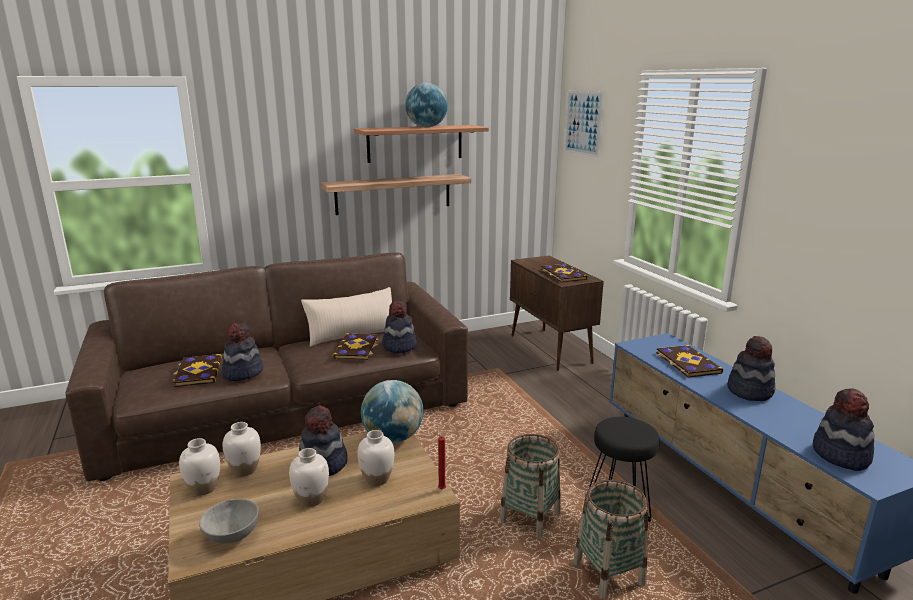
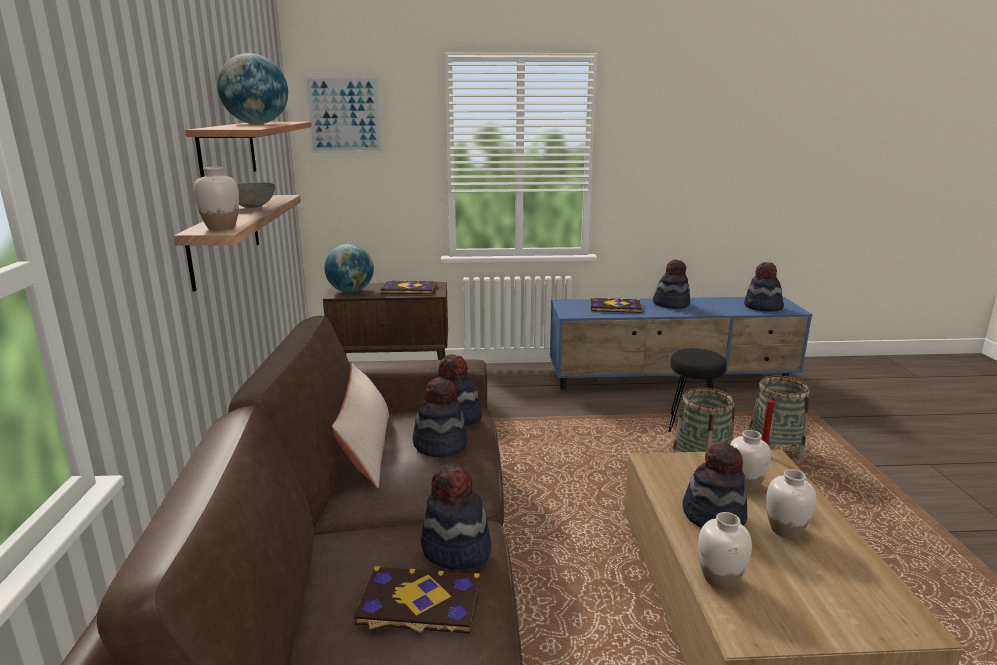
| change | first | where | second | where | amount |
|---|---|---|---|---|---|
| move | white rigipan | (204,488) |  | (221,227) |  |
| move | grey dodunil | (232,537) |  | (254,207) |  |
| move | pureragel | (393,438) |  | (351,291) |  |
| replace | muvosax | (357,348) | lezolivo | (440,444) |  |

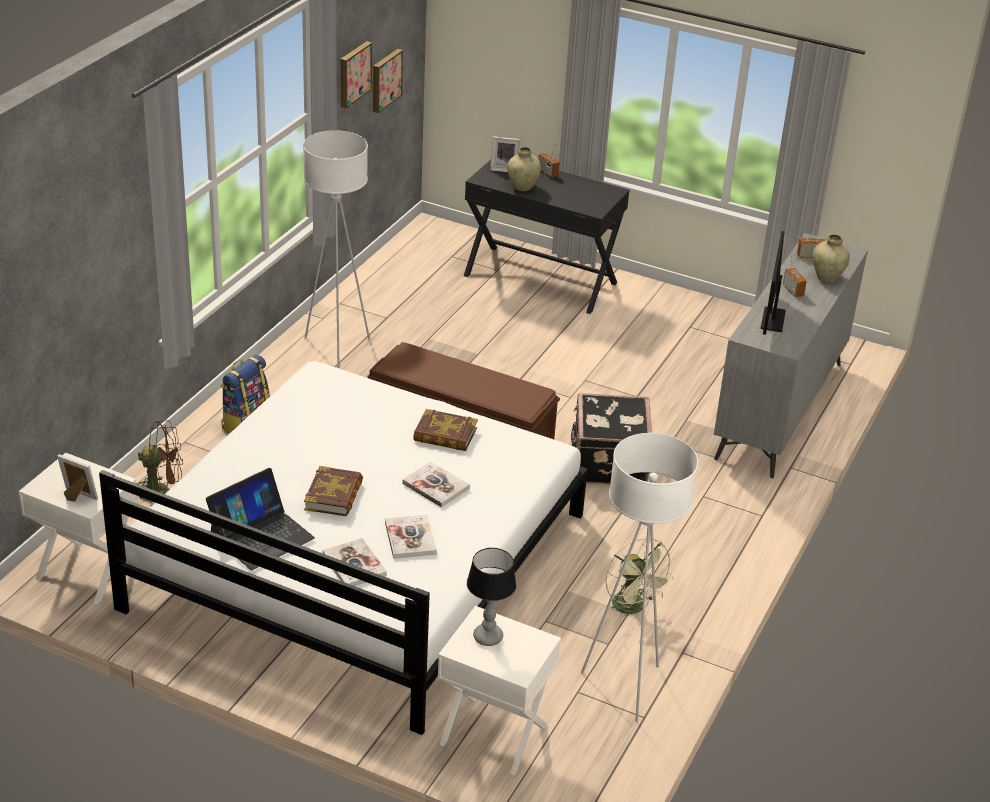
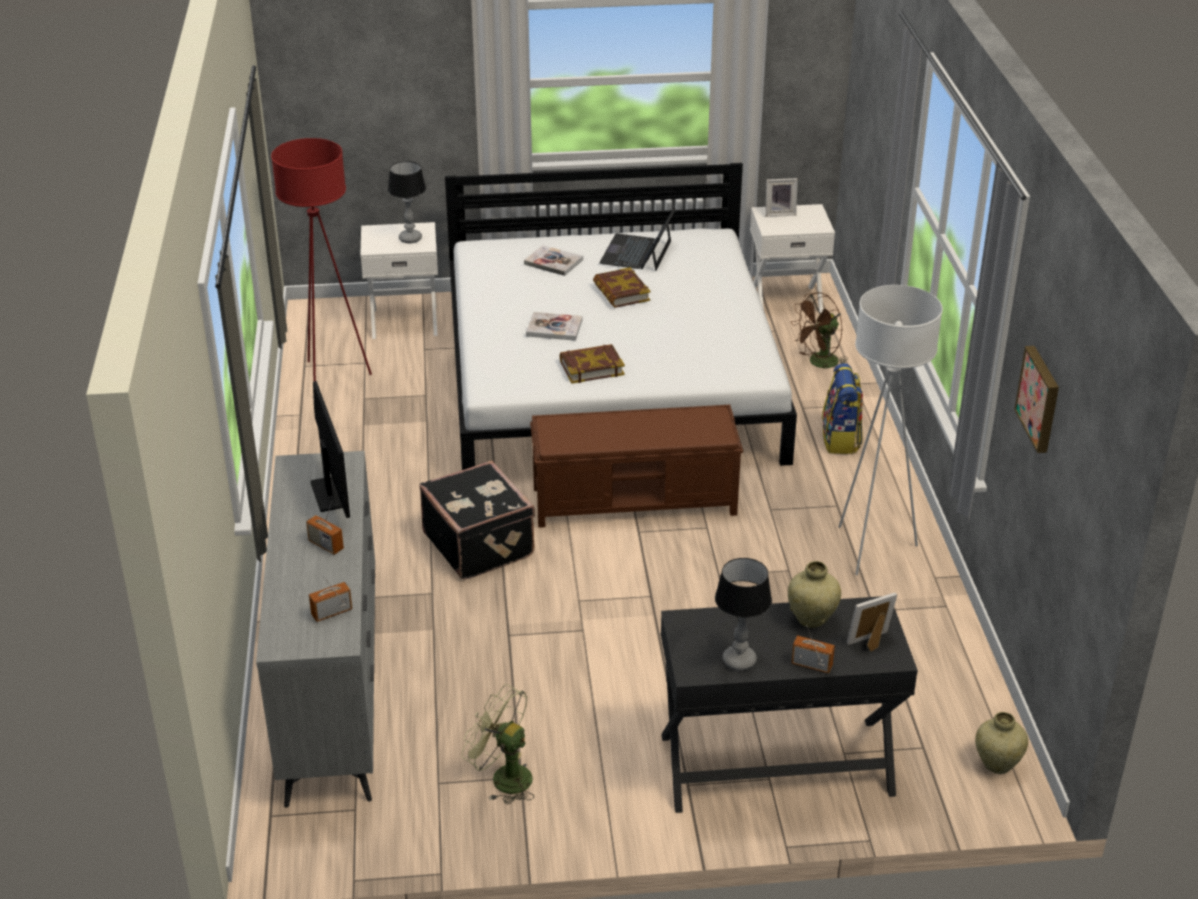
| change | first | where | second | where | amount |
|---|---|---|---|---|---|
| delete | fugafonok | (385,80) |  |  |  |
| delete | muvosax | (410,538) |  |  |  |
| insert |  |  | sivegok | (738,660) |  |
| move | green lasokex | (633,608) |  | (503,777) |  |
| move | beige rigipan | (826,277) |  | (997,764) |  |
| recolor | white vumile | (625,687) | red vumile | (331,377) |  |

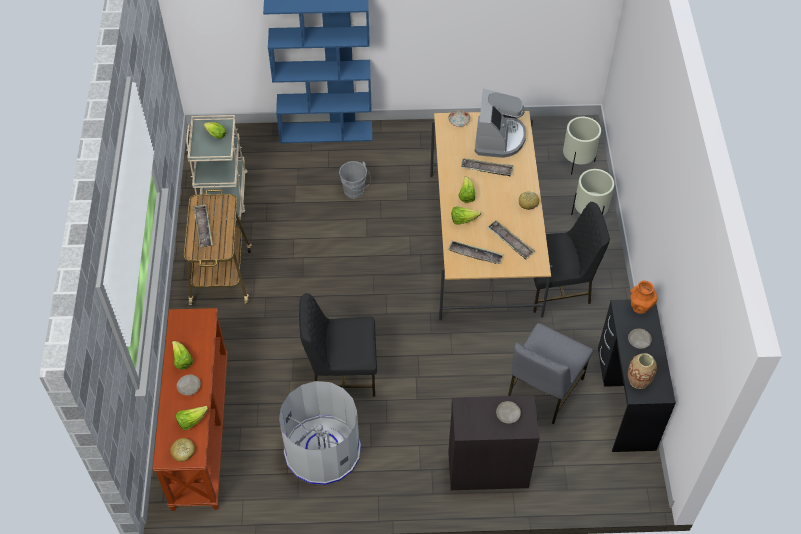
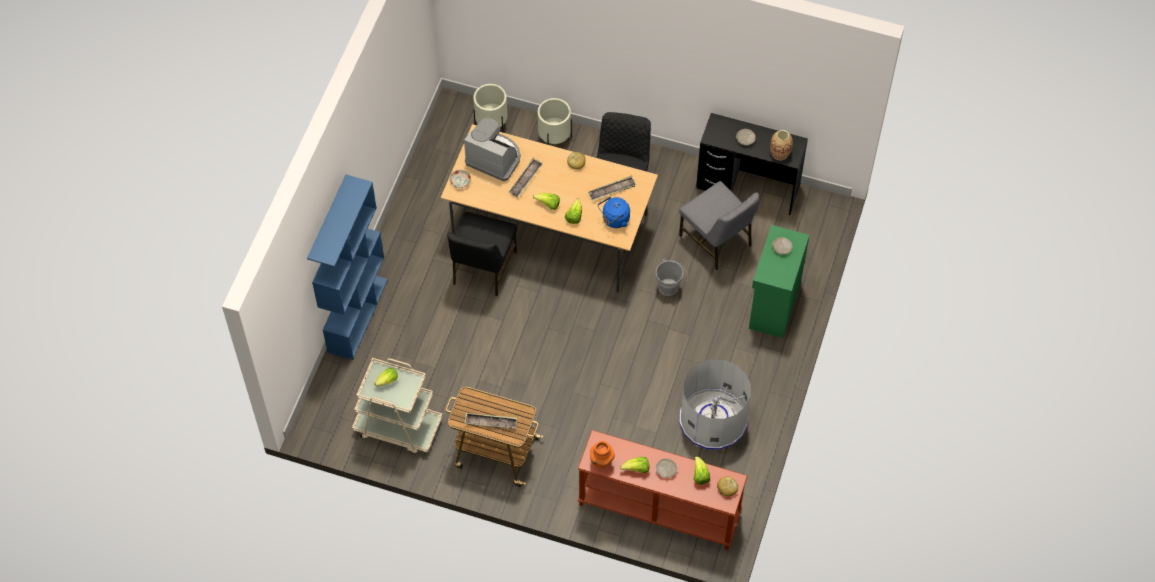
| change | first | where | second | where | amount |
|---|---|---|---|---|---|
| move | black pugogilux | (342,372) |  | (483,268) |  |
| move | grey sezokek | (355,192) |  | (670,286) |  |
| move | orange rigipan | (639,308) |  | (601,462) |  |
| replace | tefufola | (475,254) | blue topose | (614,220) |  |
| recolor | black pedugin | (487,468) | green pedugin | (773,306) |  |

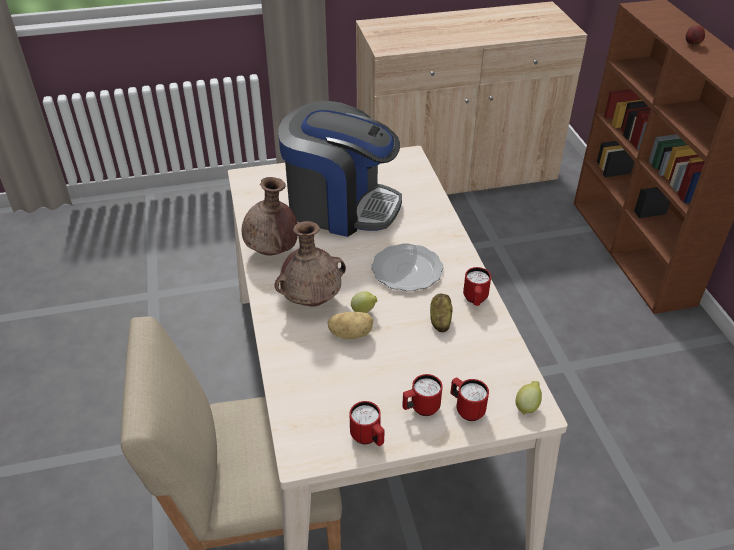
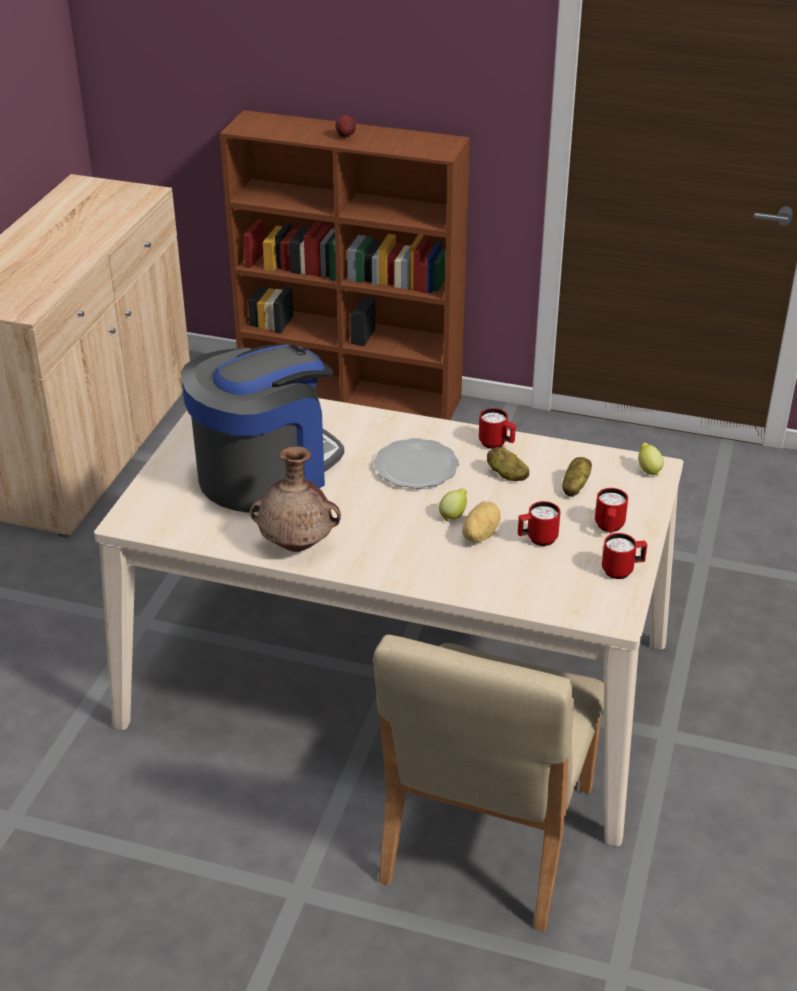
| change | first | where | second | where | amount |
|---|---|---|---|---|---|
| delete | brown rigipan | (312,300) |  |  |  |
| insert |  |  | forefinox | (574,487) |  |
| move | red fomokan | (466,409) |  | (537,539) |  |

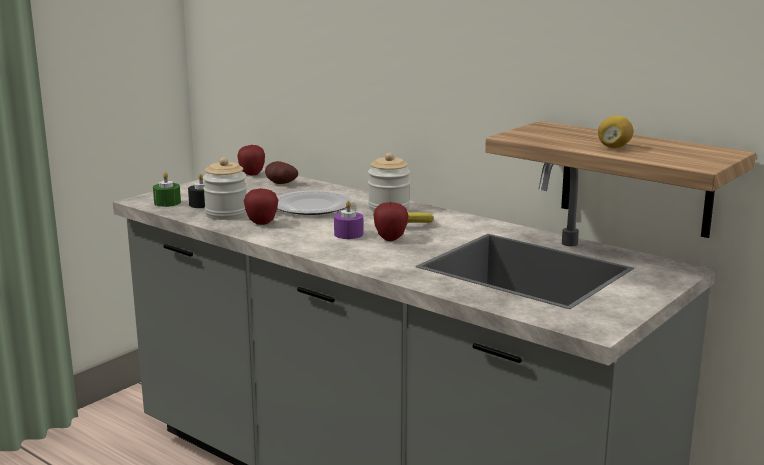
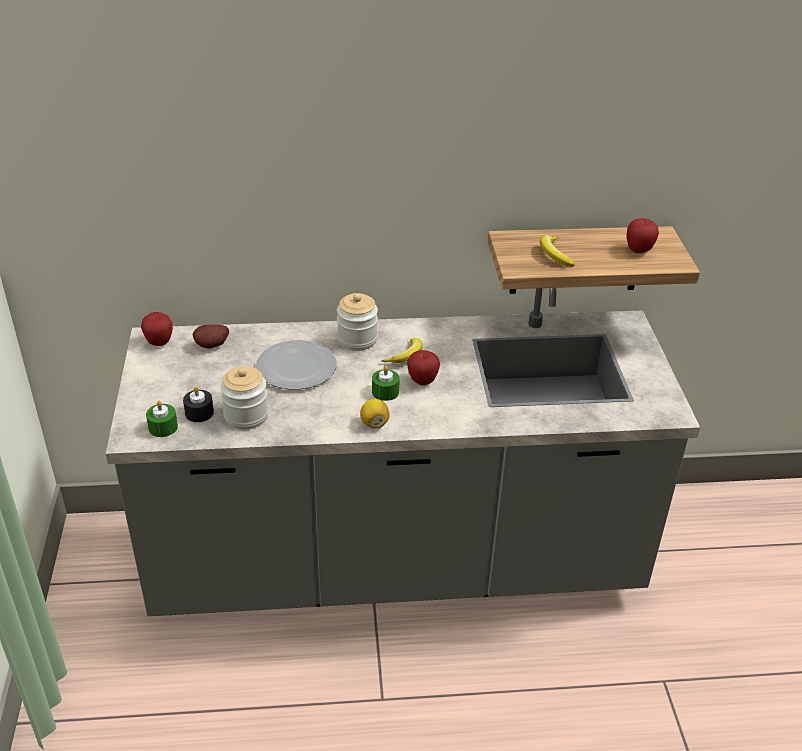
| change | first | where | second | where | amount |
|---|---|---|---|---|---|
| insert |  |  | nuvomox | (554,255) |  |
| move | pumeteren | (262,223) |  | (638,250) |  |
| move | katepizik | (614,147) |  | (374,423) |  |
| recolor | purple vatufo | (348,234) | green vatufo | (385,392) |  |

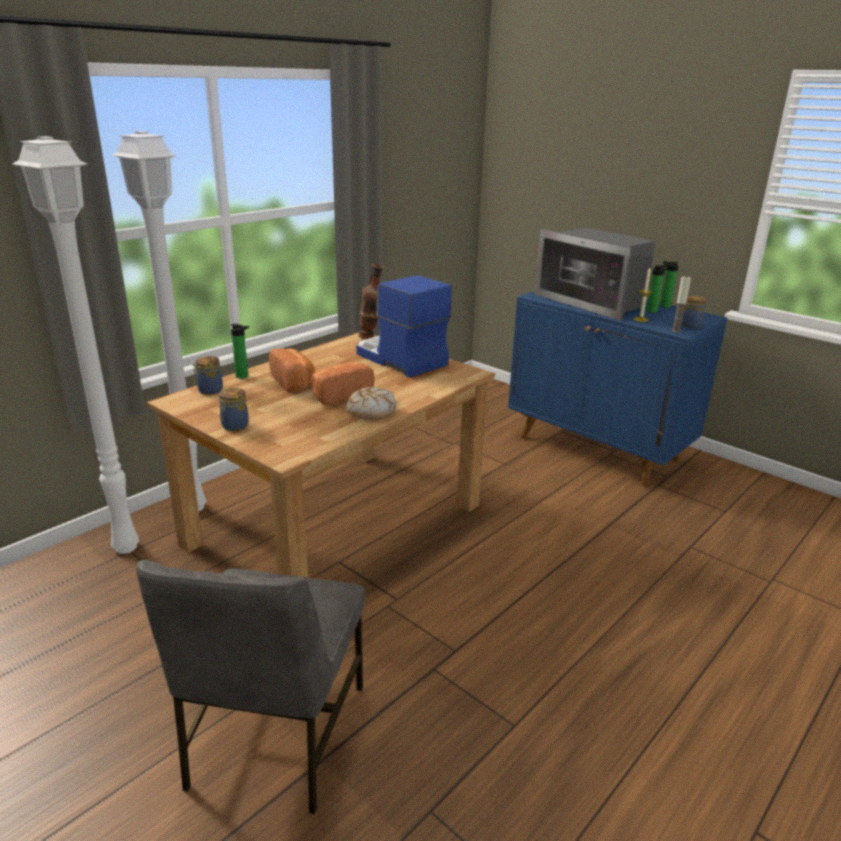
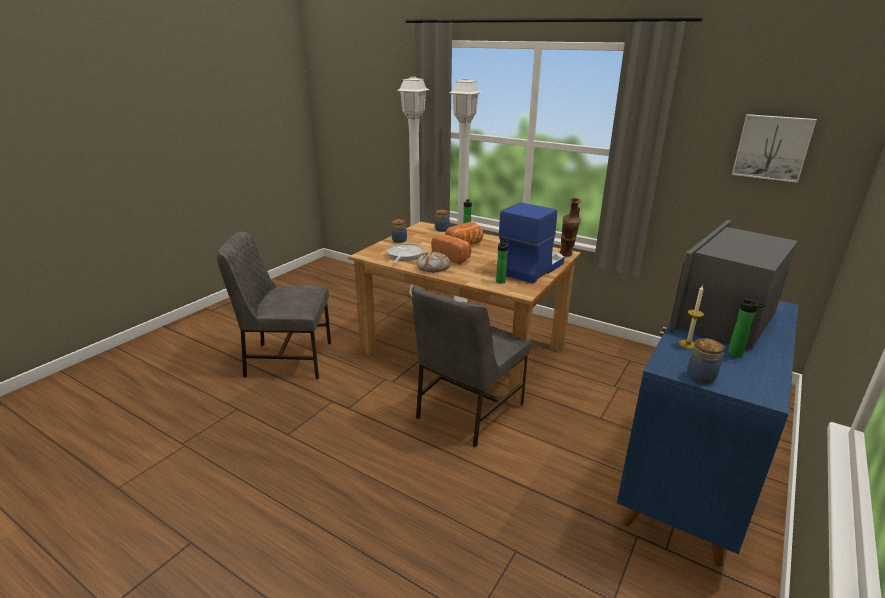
| change | first | where | second | where | amount |
|---|---|---|---|---|---|
| delete | vatufo | (676,330) |  |  |  |
| insert |  |  | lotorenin | (404,255) |  |
| insert |  |  | grey pugogilux | (467,411) |  |
| insert |  |  | fugafonok | (772,147) |  |
| move | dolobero | (663,306) |  | (501,281) |  |

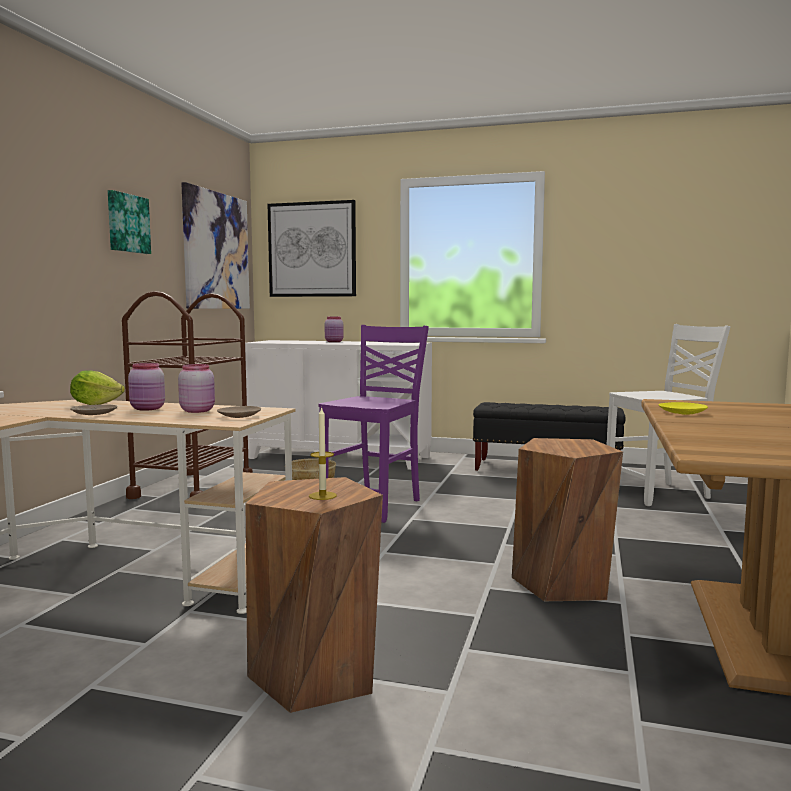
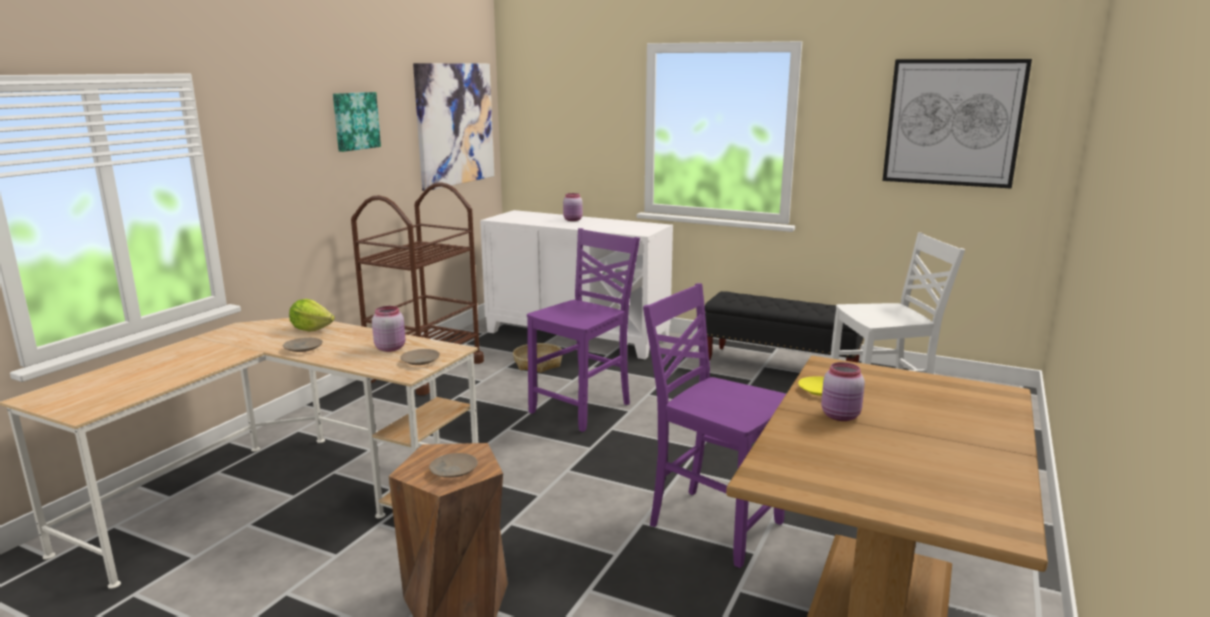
| change | first | where | second | where | amount |
|---|---|---|---|---|---|
| move | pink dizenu | (148,409) |  | (841,416) |  |
| move | fugafonok | (312,249) |  | (953,123) |  |
| replace | vatufo | (322,496) | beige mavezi | (453,471) |  |
| replace | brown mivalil | (563,583) | purple pugogilux | (713,524) |  |

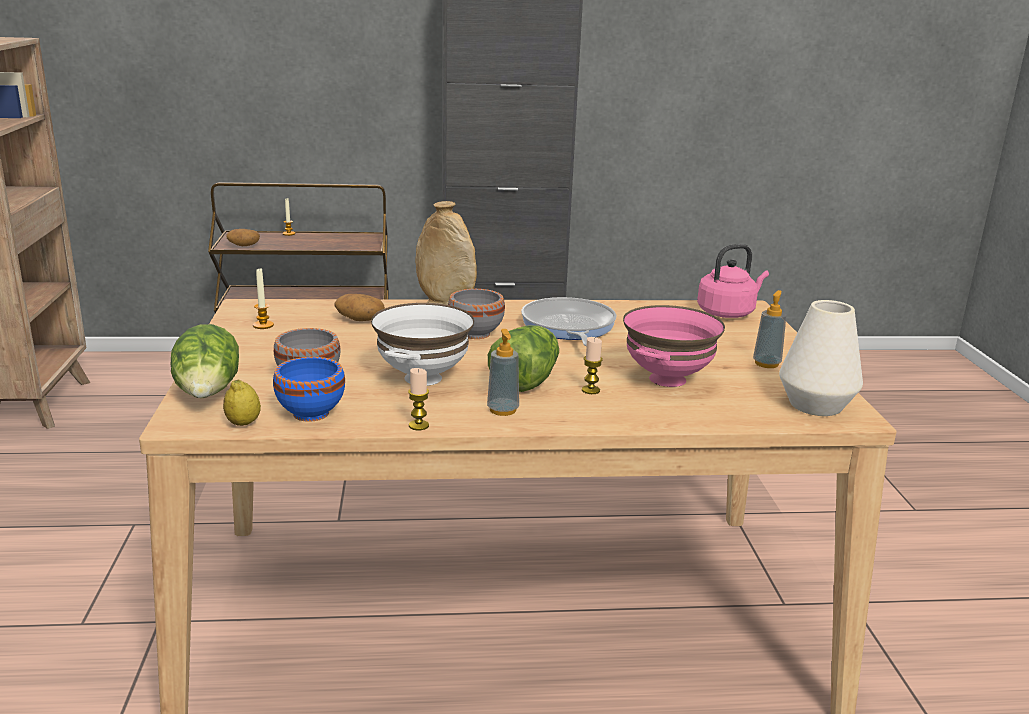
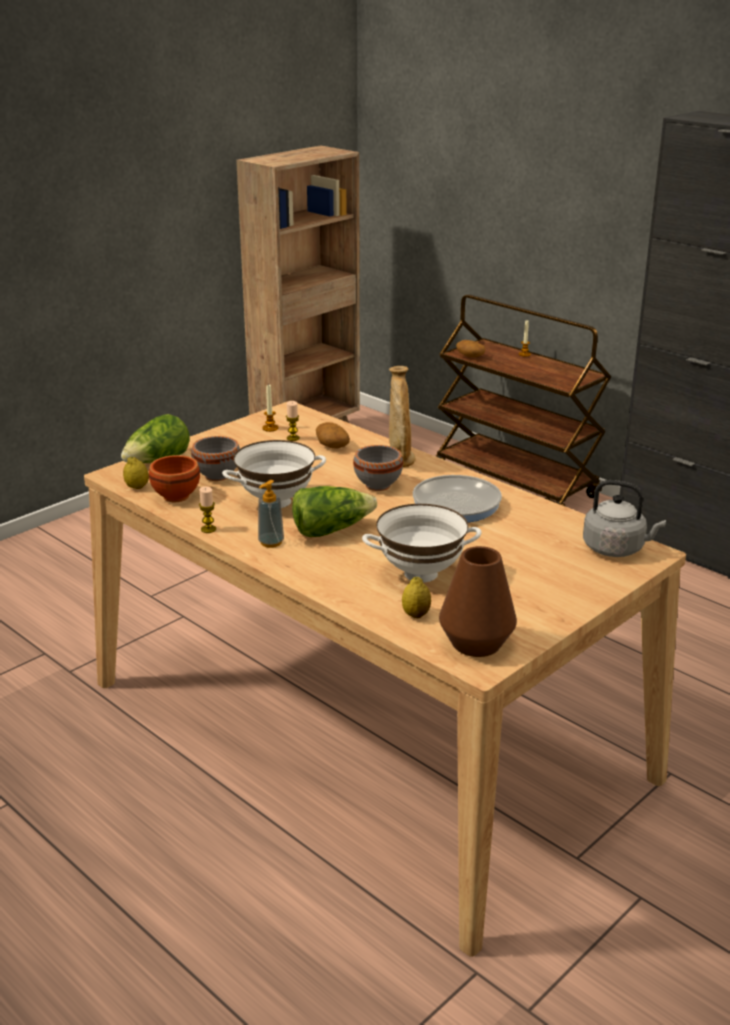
| change | first | where | second | where | amount |
|---|---|---|---|---|---|
| delete | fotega | (766,363) |  |  |  |
| insert |  |  | katepizik | (416,614) |  |
| move | vatufo | (590,390) |  | (293,438) |  |
| recolor | blue dodunil | (313,413) | brown dodunil | (178,496) |  |
| recolor | pink dodunil | (668,380) | white dodunil | (420,574) |  |
| recolor | pink topose | (728,312) | grey topose | (616,549) |  |
| recolor | white rigipan | (815,405) | brown rigipan | (476,643) |  |

